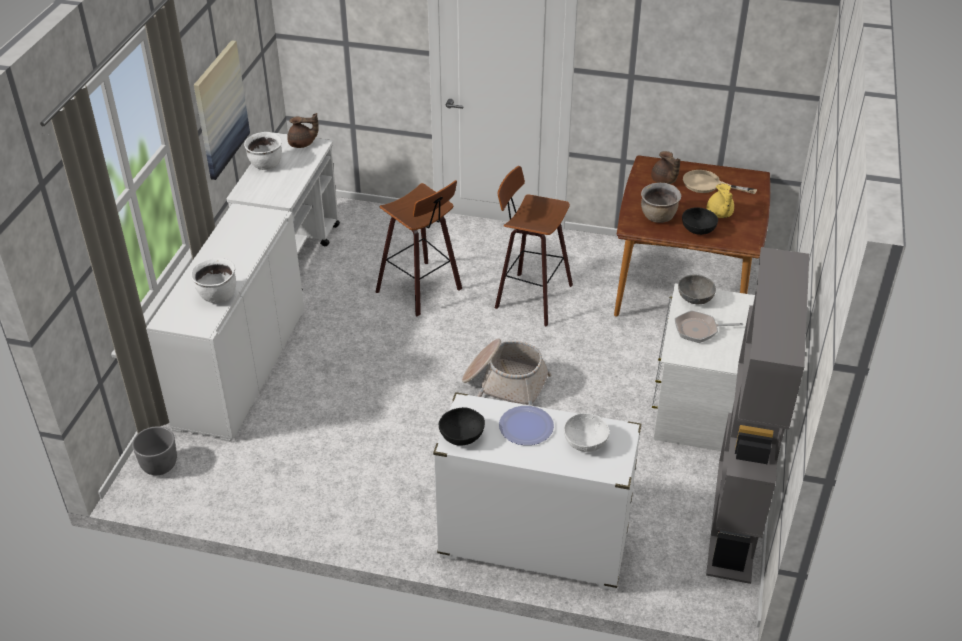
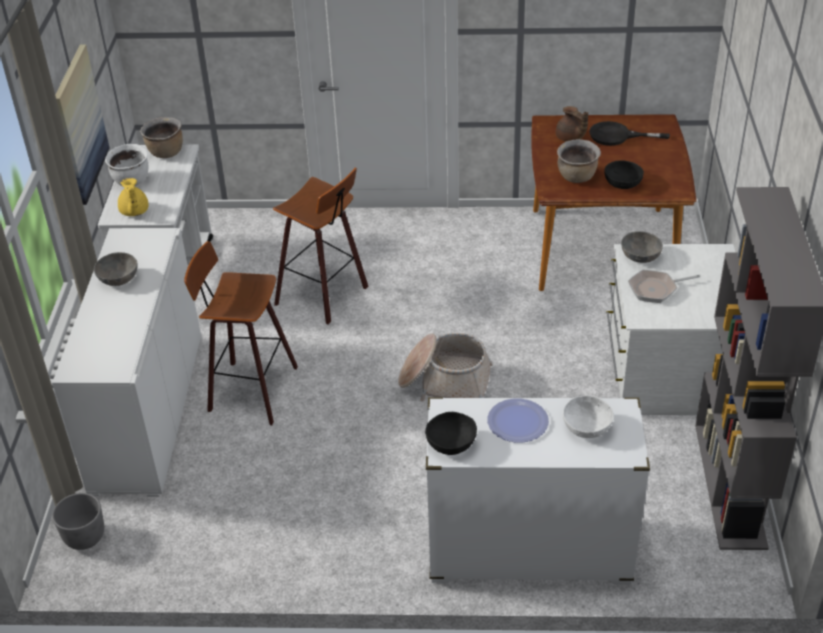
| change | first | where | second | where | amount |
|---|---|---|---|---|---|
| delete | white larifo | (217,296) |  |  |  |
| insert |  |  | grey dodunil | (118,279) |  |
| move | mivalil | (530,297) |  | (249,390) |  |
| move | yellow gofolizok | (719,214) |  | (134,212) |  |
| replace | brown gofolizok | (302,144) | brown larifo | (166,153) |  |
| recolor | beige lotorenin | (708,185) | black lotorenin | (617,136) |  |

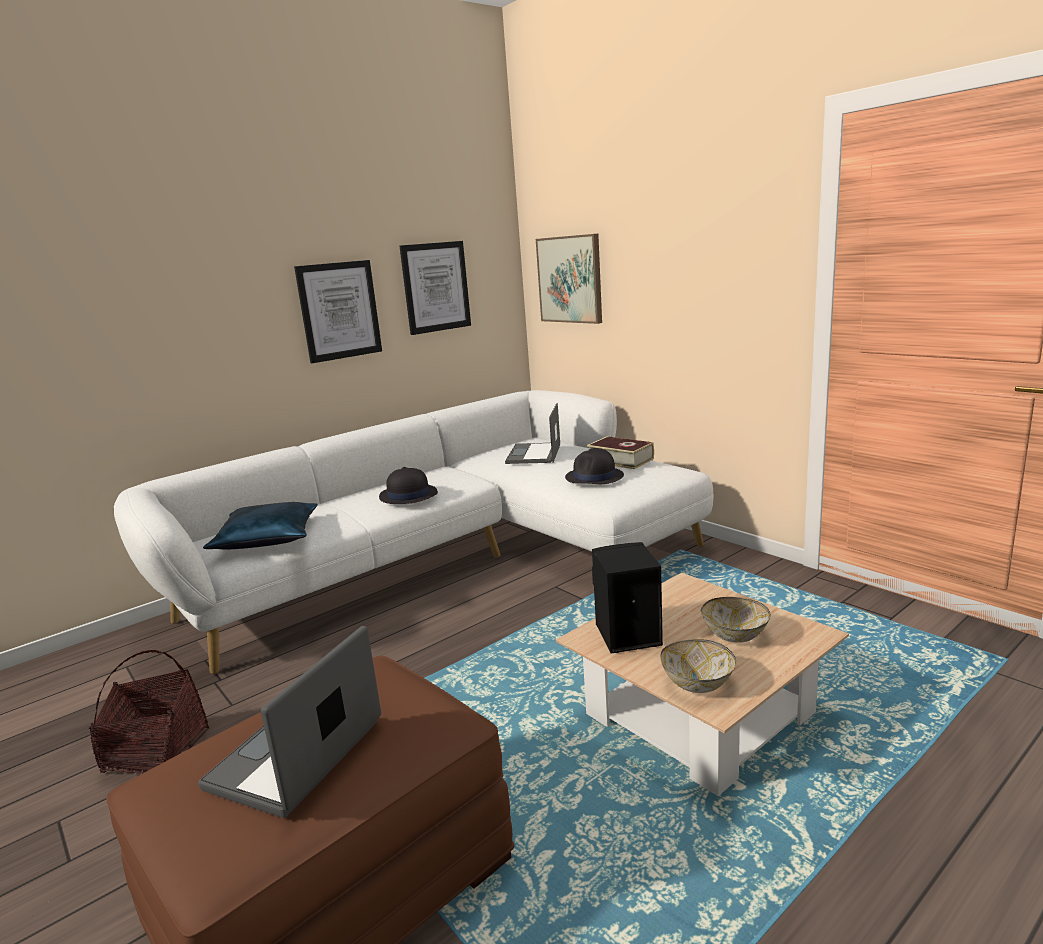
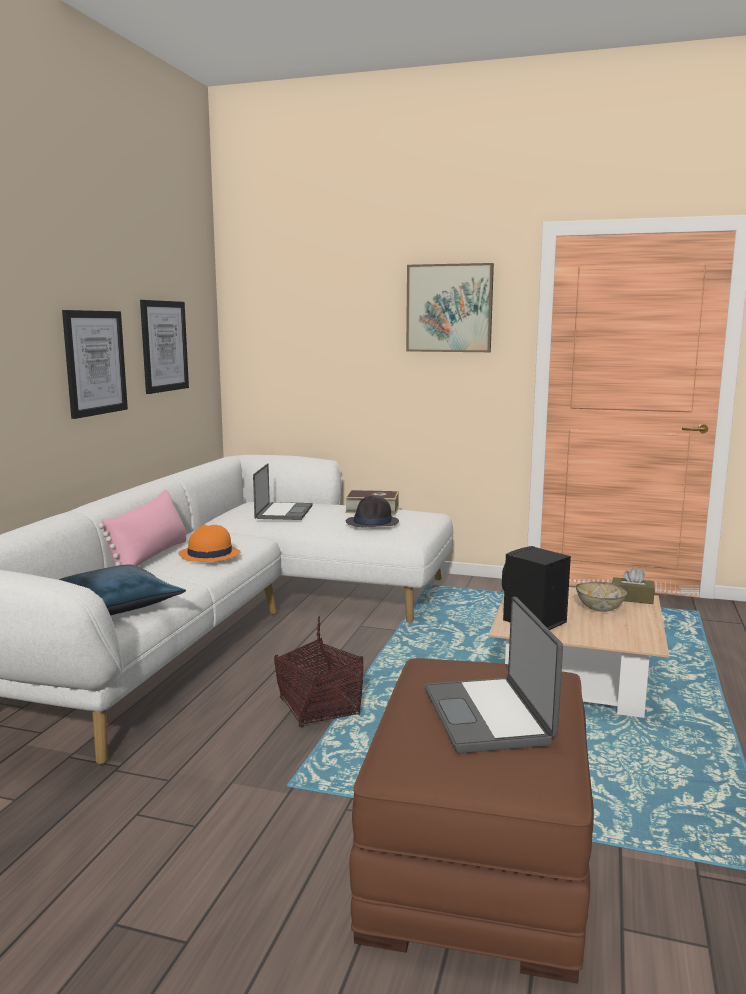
| change | first | where | second | where | amount |
|---|---|---|---|---|---|
| delete | dodunil | (698,684) |  |  |  |
| insert |  |  | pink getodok | (150,557) |  |
| insert |  |  | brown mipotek | (632,598) |  |
| move | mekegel | (156,751) |  | (319,708) |  |
| move | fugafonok | (570,279) |  | (449,308) |  |
| recolor | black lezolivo | (408,495) | orange lezolivo | (209,554) |  |
| rotate | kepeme | (534,454) |  | (284,512) | 150 degrees counterclockwise |

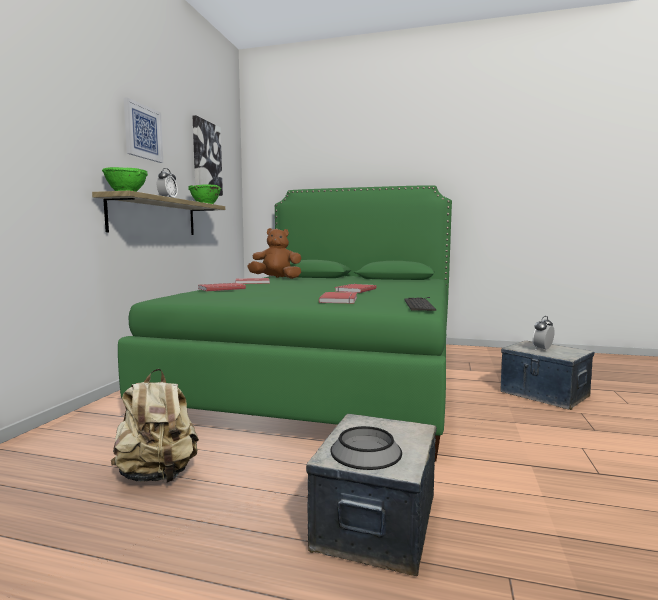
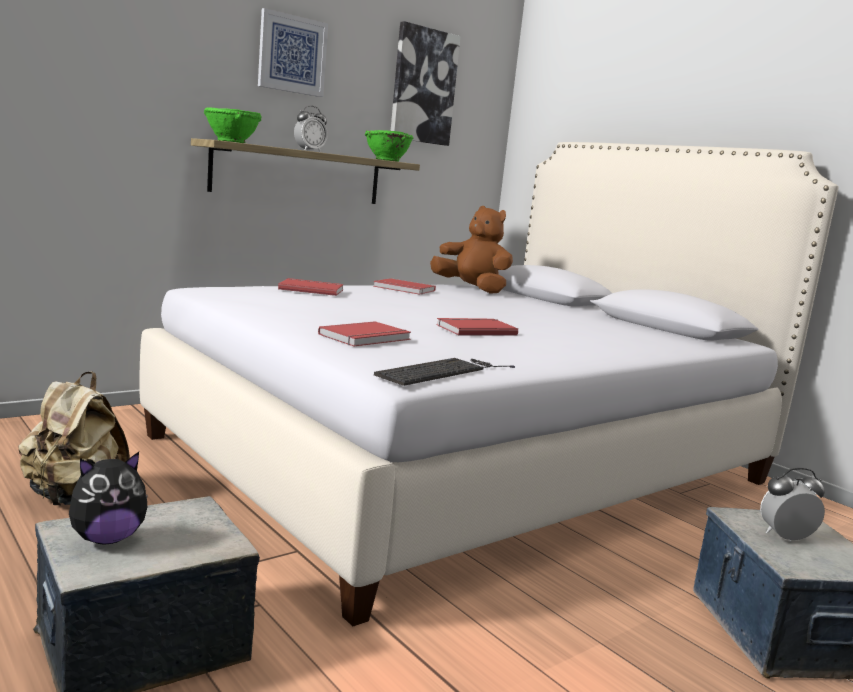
| change | first | where | second | where | amount |
|---|---|---|---|---|---|
| replace | dodunil | (365,451) | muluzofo | (107,538) |  |
| recolor | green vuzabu | (327,374) | white vuzabu | (467,459) |  |

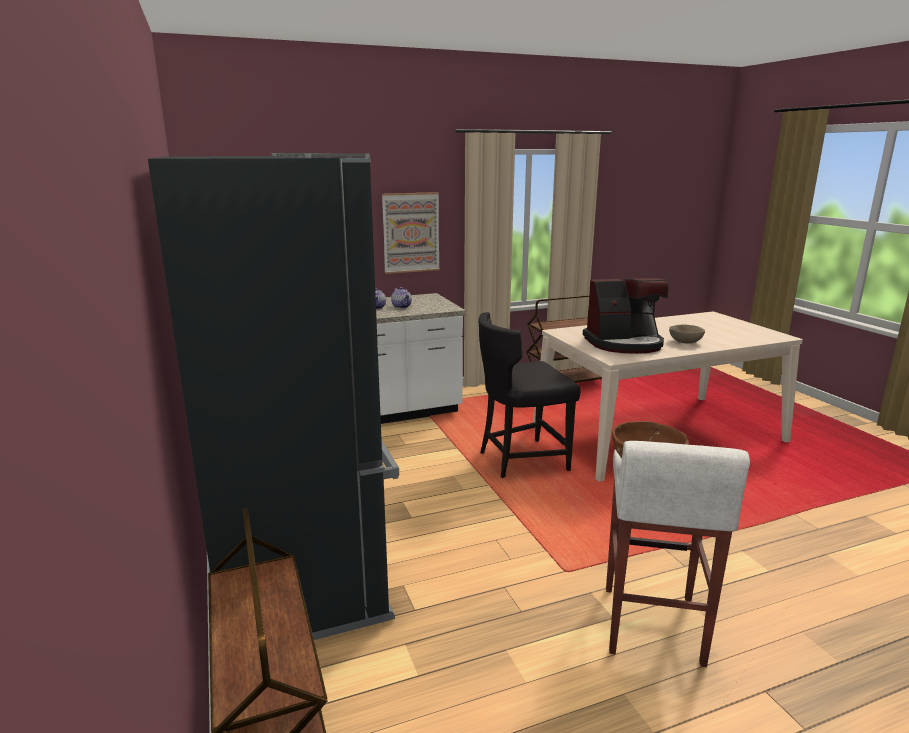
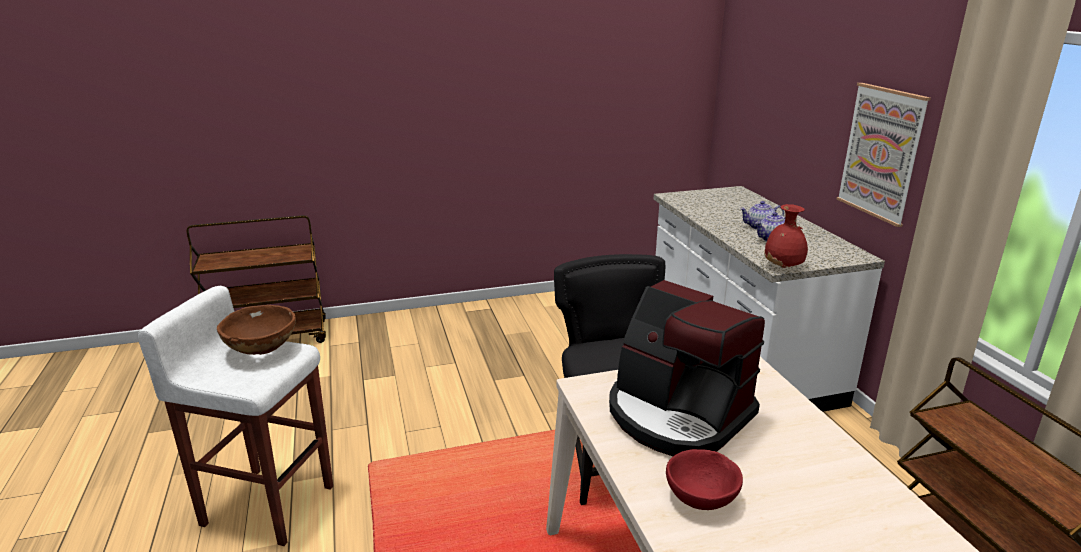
| change | first | where | second | where | amount |
|---|---|---|---|---|---|
| delete | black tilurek | (299,565) |  |  |  |
| insert |  |  | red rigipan | (783,267) |  |
| recolor | beige dodunil | (685,342) | red dodunil | (701,498) |  |
| rotate | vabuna | (624,344) |  | (677,415) | 45 degrees counterclockwise |

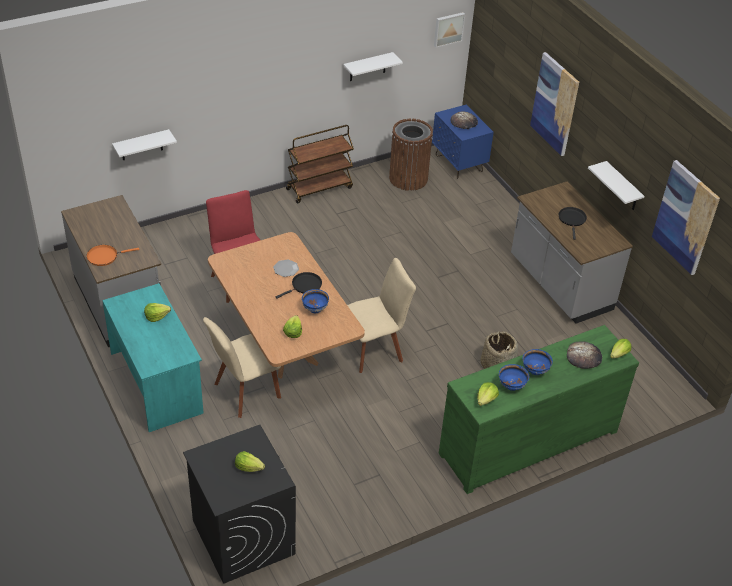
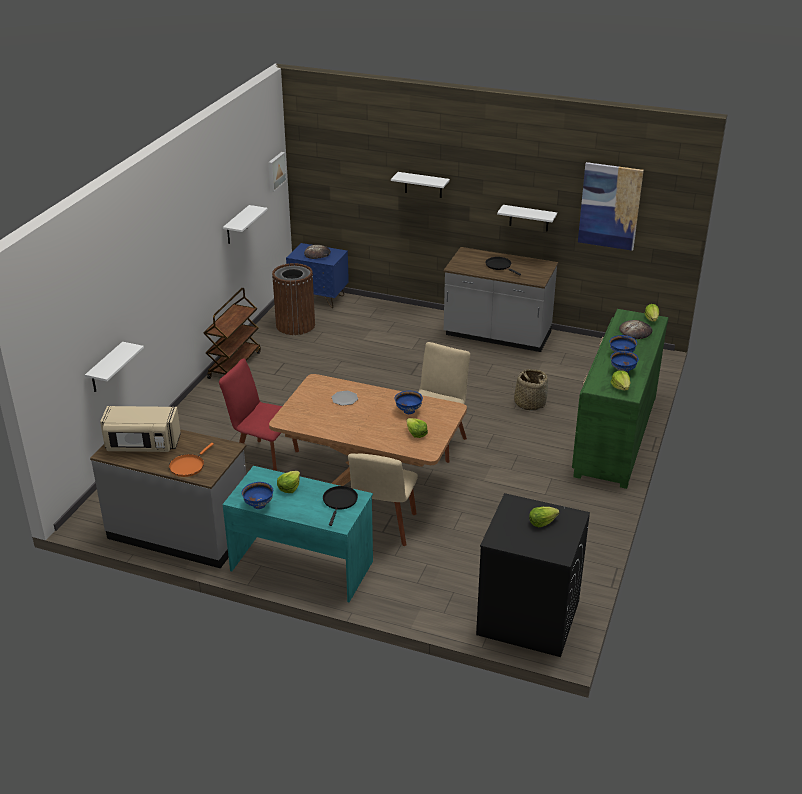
| change | first | where | second | where | amount |
|---|---|---|---|---|---|
| insert |  |  | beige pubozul | (142,445) |  |
| insert |  |  | blue dodunil | (258,505) |  |
| move | black lotorenin | (305,286) |  | (339,502) |  |
| replace | fugafonok | (555,104) | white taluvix | (423,185) |  |

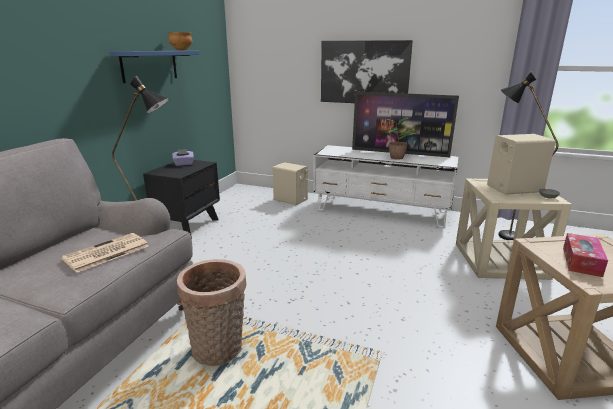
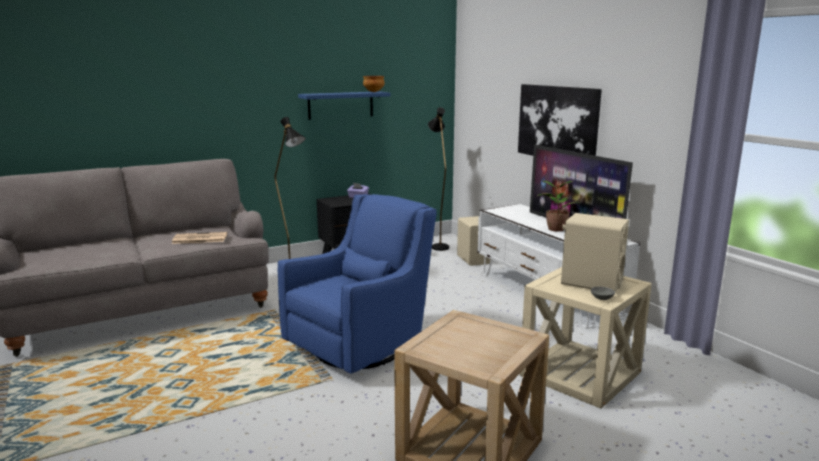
| change | first | where | second | where | amount |
|---|---|---|---|---|---|
| delete | mekegel | (219,351) |  |  |  |
| delete | mipotek | (581,261) |  |  |  |
| insert |  |  | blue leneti | (362,346) |  |
| move | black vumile | (500,234) |  | (438,245) |  |

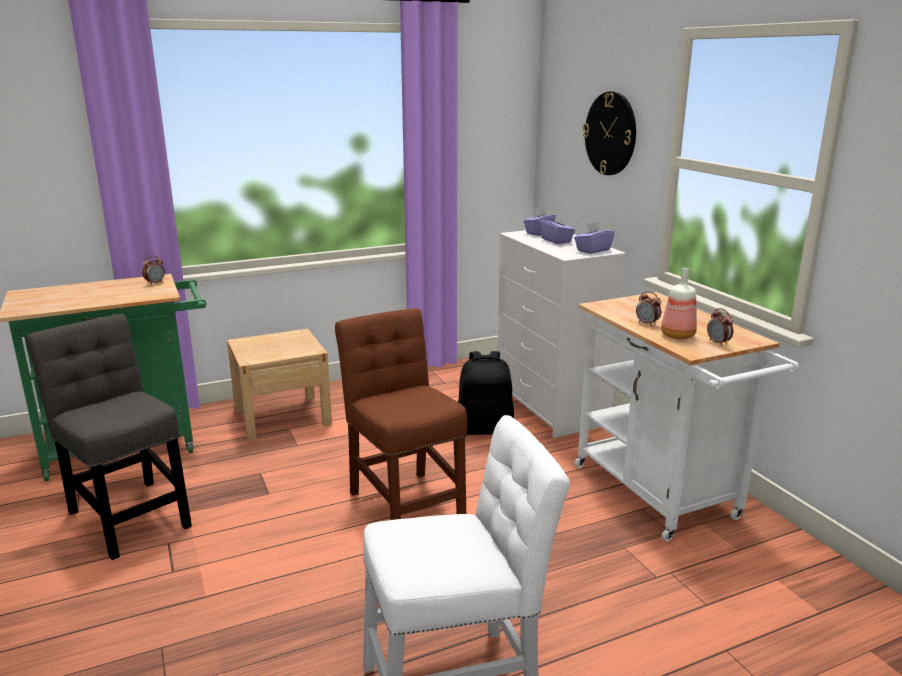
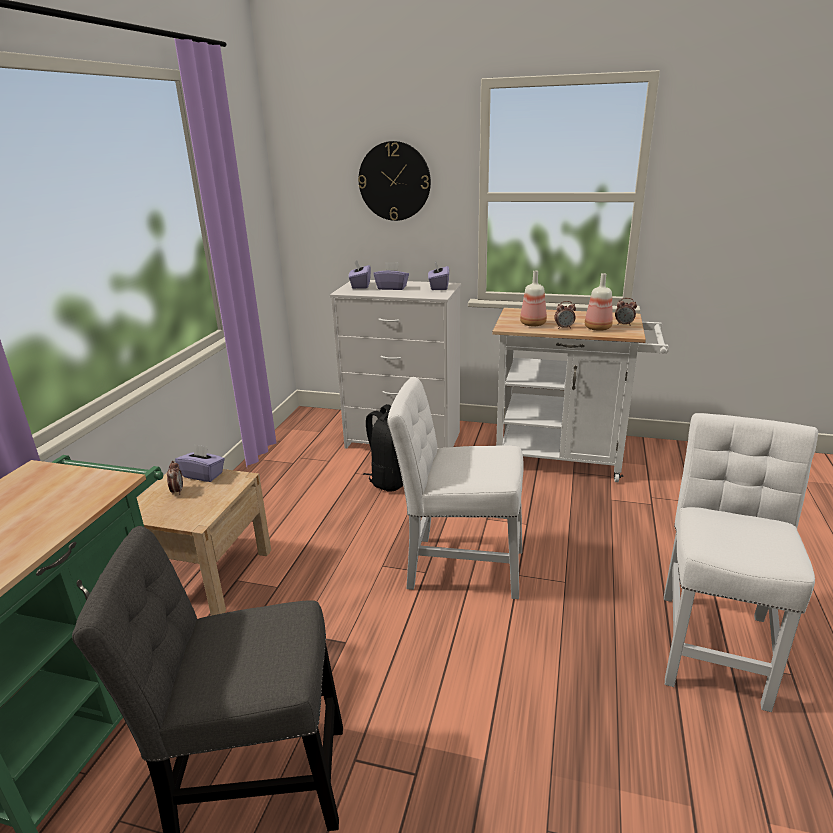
| change | first | where | second | where | amount |
|---|---|---|---|---|---|
| insert |  |  | purple mipotek | (203,475) |  |
| insert |  |  | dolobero | (533,324) |  |
| move | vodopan | (155,283) |  | (177,491) |  |
| recolor | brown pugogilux | (404,504) | white pugogilux | (459,566) |  |

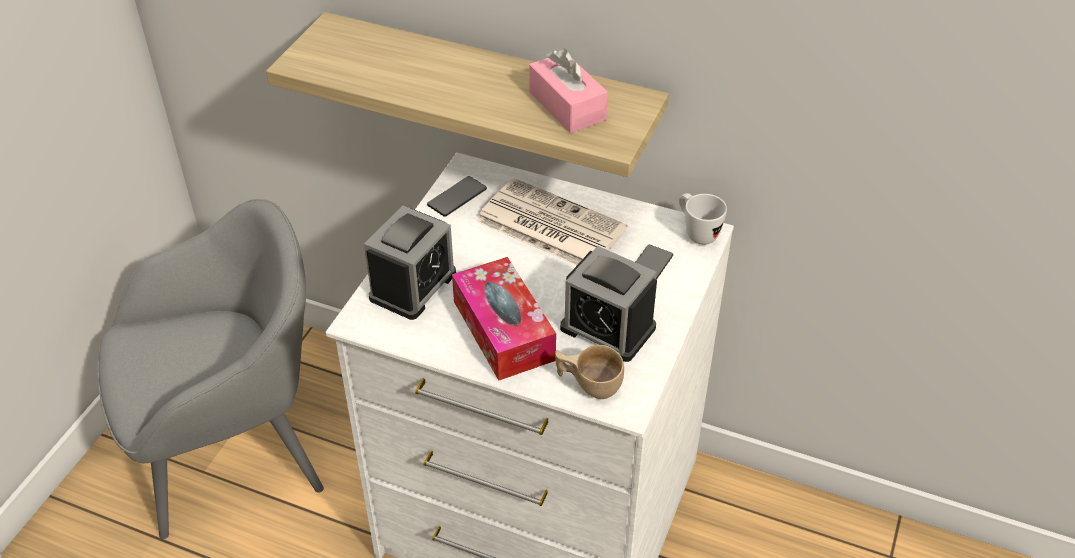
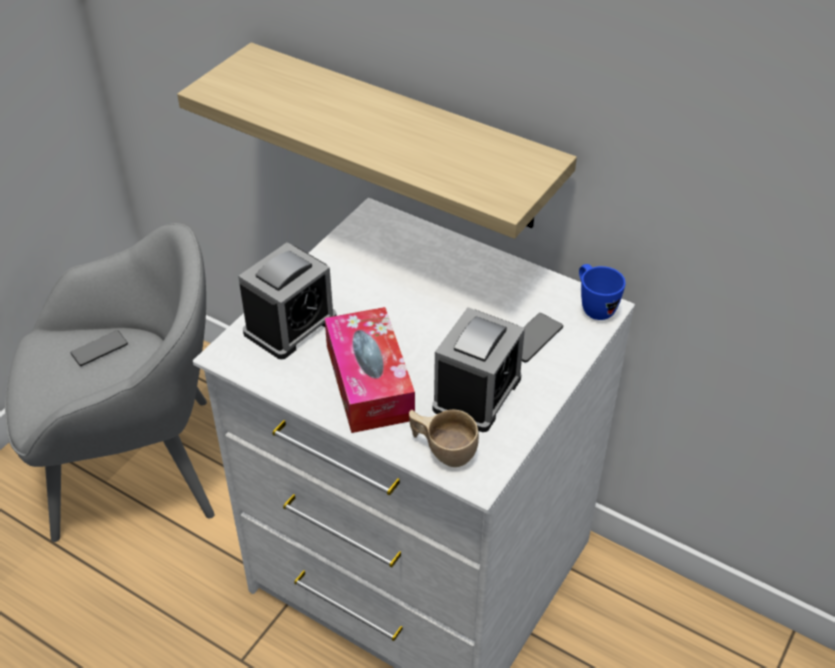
| change | first | where | second | where | amount |
|---|---|---|---|---|---|
| delete | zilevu | (548,225) |  |  |  |
| delete | pink mipotek | (567,106) |  |  |  |
| move | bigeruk | (457,197) |  | (99,349) |  |
| recolor | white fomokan | (696,233) | blue fomokan | (593,307) |  |
| rotate | vodopan | (607,328) |  | (477,393) | 105 degrees counterclockwise |

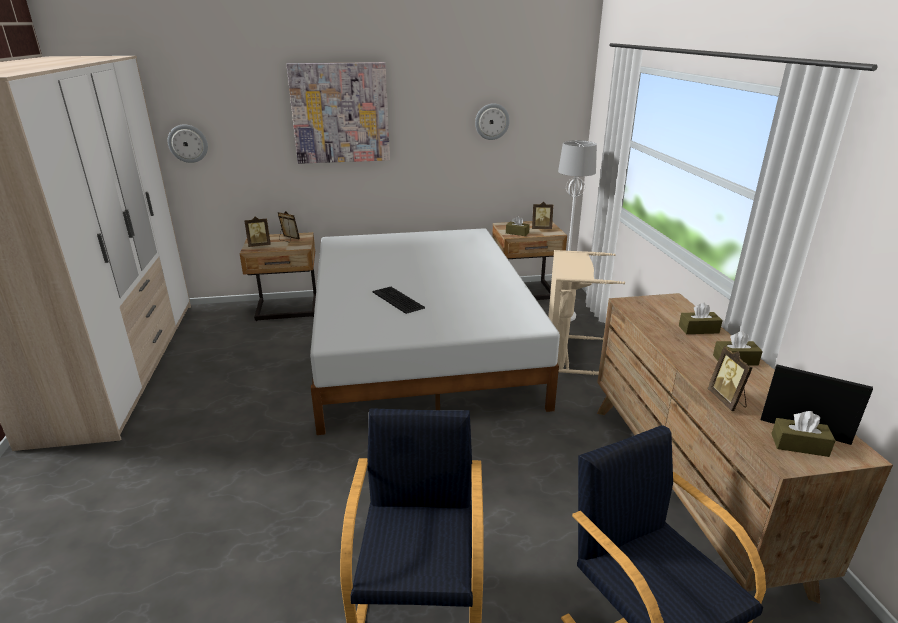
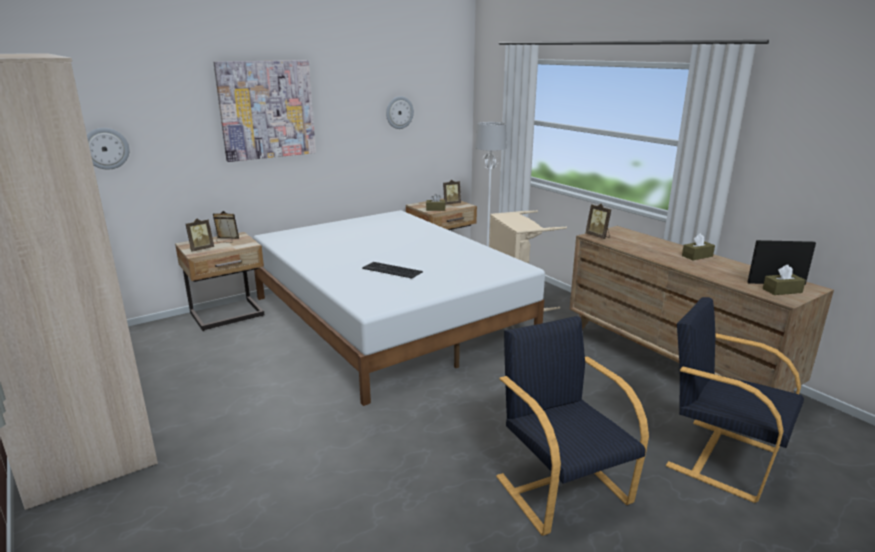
| change | first | where | second | where | amount |
|---|---|---|---|---|---|
| delete | brown mipotek | (698,329) |  |  |  |
| move | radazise | (727,400) |  | (598,236) |  |

